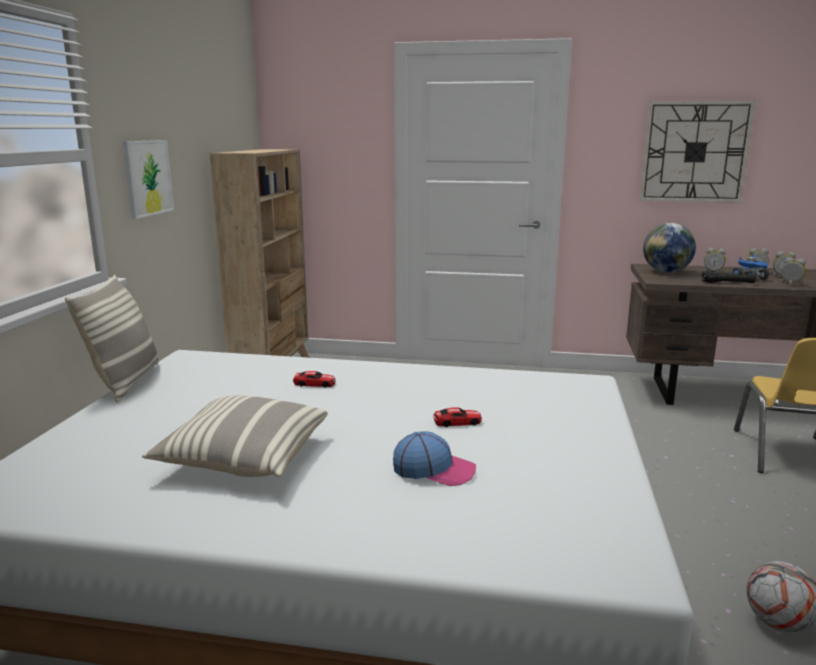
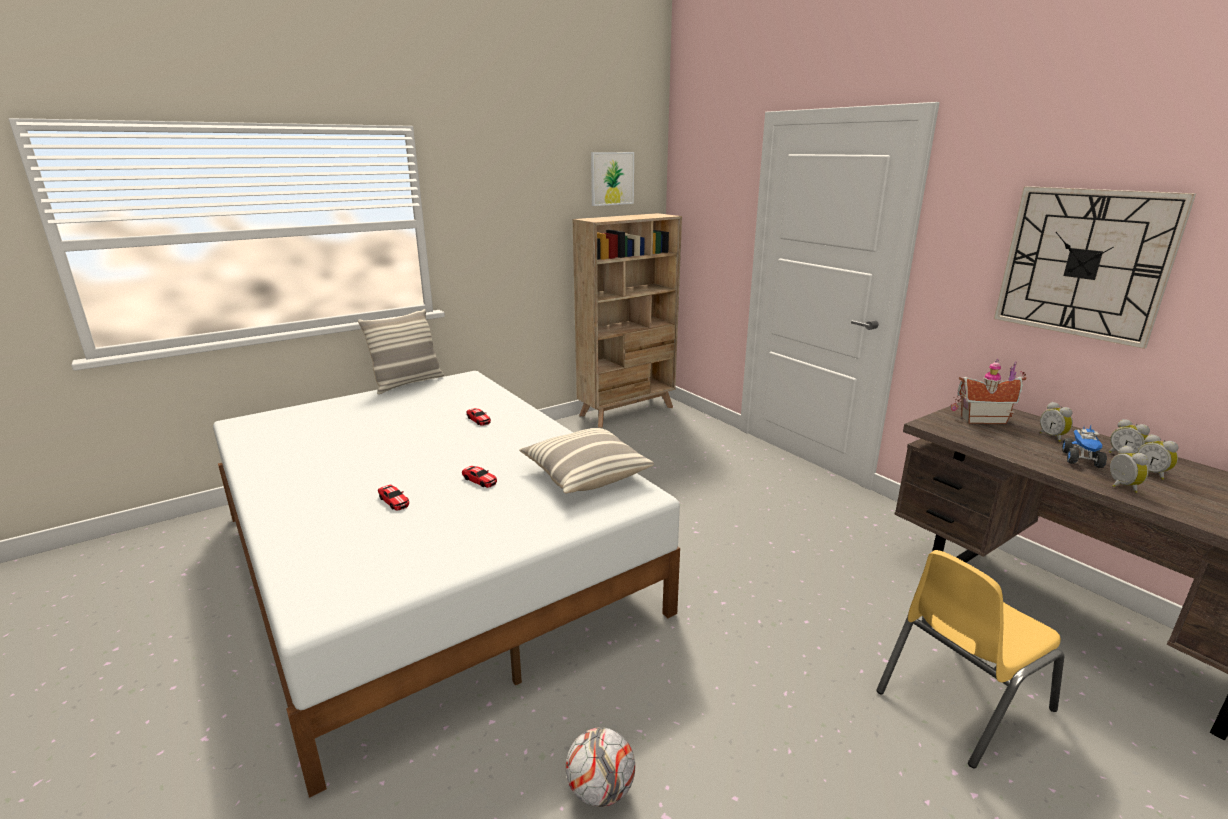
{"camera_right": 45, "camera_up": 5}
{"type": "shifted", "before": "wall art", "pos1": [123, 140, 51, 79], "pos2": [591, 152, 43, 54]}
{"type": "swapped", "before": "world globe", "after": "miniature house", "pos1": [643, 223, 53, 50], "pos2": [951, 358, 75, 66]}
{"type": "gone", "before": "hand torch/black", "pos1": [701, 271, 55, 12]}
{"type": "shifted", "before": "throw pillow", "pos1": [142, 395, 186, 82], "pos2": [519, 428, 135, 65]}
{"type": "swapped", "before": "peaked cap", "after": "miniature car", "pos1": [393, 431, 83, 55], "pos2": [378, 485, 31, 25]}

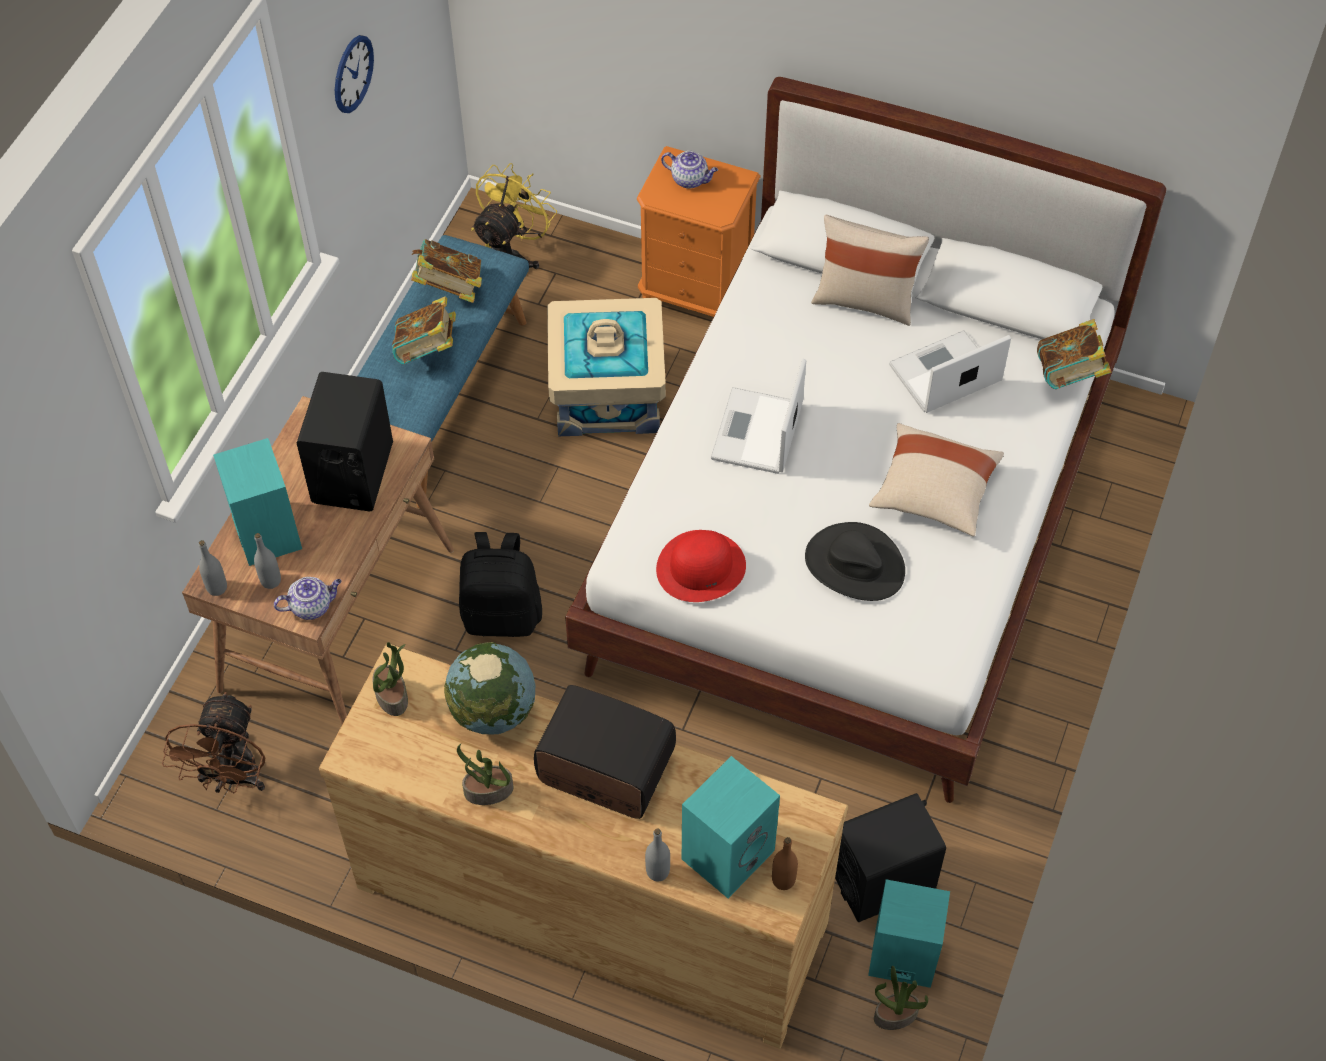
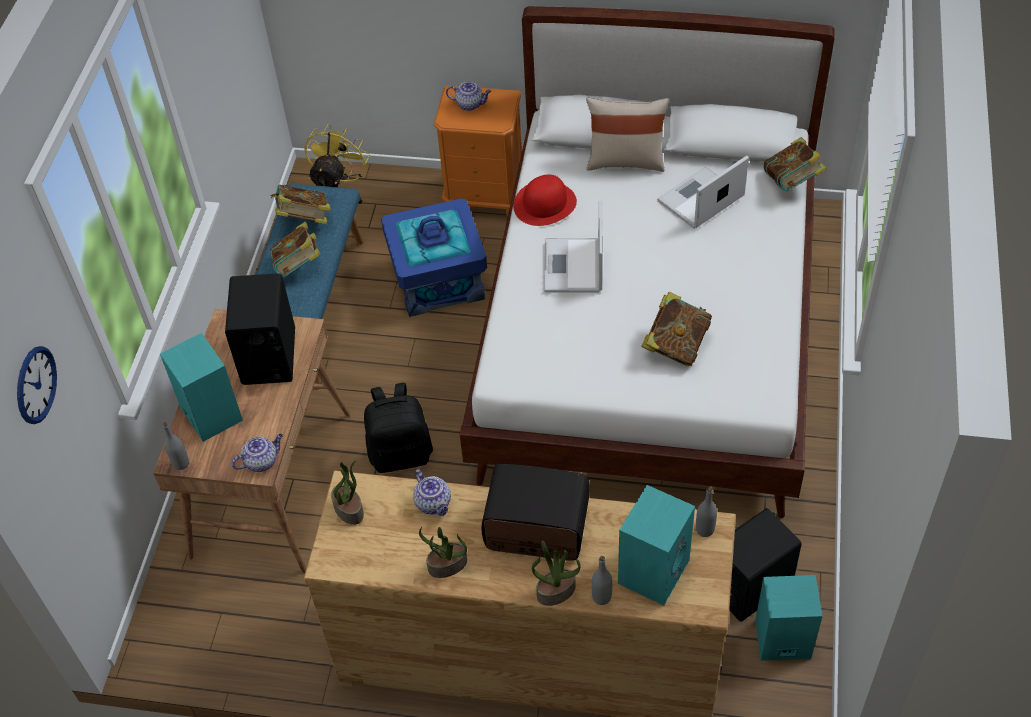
{"camera_right": -10, "camera_up": -5}
{"type": "shifted", "before": "hanging clock", "pos1": [335, 35, 39, 78], "pos2": [17, 346, 40, 78]}
{"type": "repainted", "before": "storage box/beige-coloured", "after": "storage box/blue-coloured", "pos1": [547, 298, 119, 138], "pos2": [381, 198, 106, 119]}
{"type": "gone", "before": "throw pillow/beige-coloured", "pos1": [869, 423, 135, 114]}
{"type": "swapped", "before": "clothing hat/black", "after": "volume", "pos1": [805, 522, 100, 79], "pos2": [641, 292, 71, 74]}
{"type": "shifted", "before": "clothing hat/reddish", "pos1": [656, 530, 90, 72], "pos2": [513, 175, 64, 51]}
{"type": "shifted", "before": "drink bottle/grey", "pos1": [254, 533, 27, 56], "pos2": [696, 487, 21, 50]}
{"type": "swapped", "before": "world globe", "after": "teapot", "pos1": [444, 642, 91, 92], "pos2": [413, 469, 38, 47]}
{"type": "gone", "before": "cooling fan/brownish", "pos1": [162, 692, 103, 101]}
{"type": "gone", "before": "drink bottle/brownish", "pos1": [772, 837, 26, 53]}
{"type": "shifted", "before": "plant in a pot", "pos1": [874, 966, 54, 64], "pos2": [532, 541, 48, 65]}

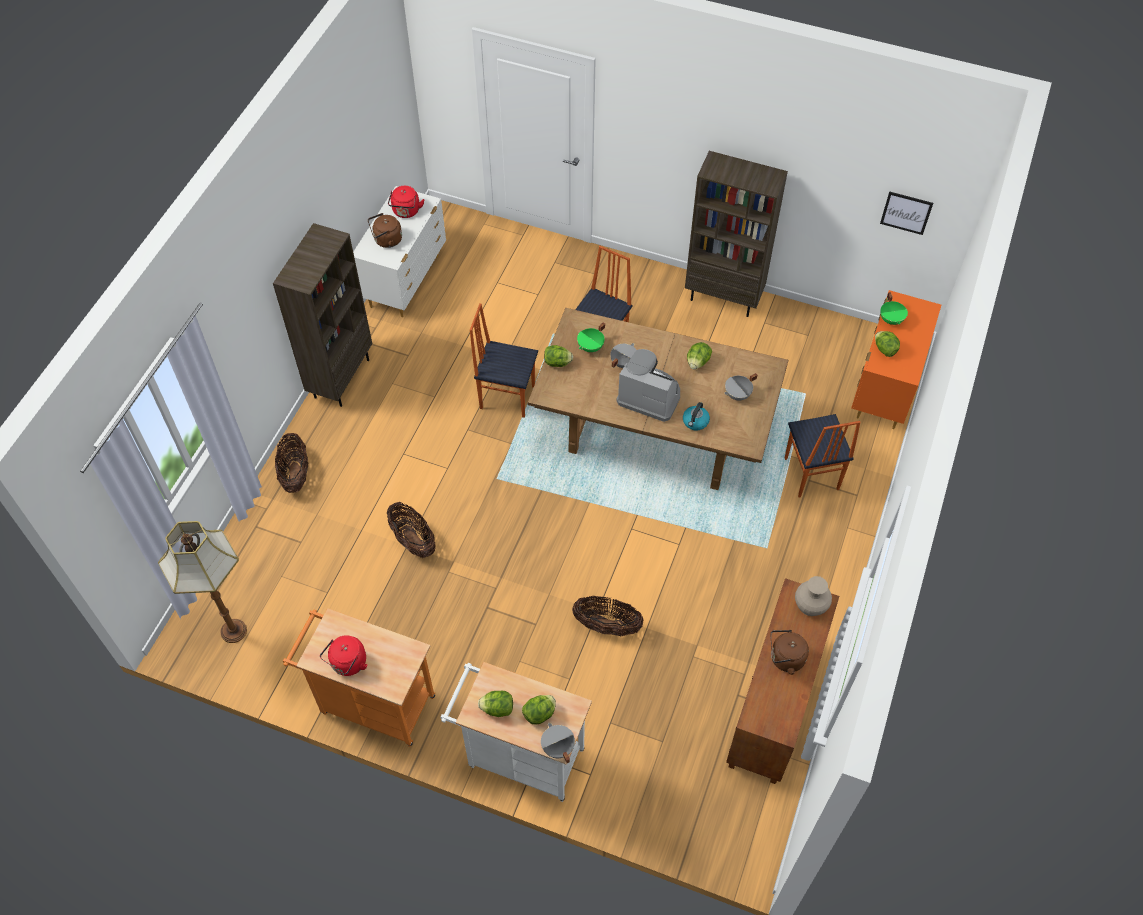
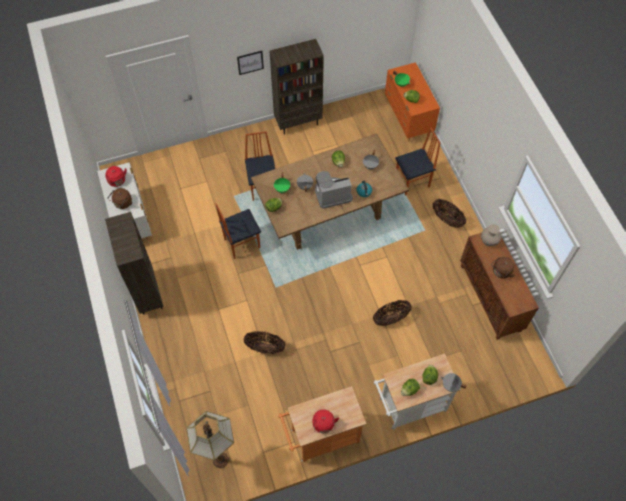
{"camera_right": -40, "camera_up": 5}
{"type": "shifted", "before": "wall art", "pos1": [880, 191, 53, 44], "pos2": [237, 51, 27, 24]}
{"type": "rotated", "before": "plain chair", "pos1": [785, 414, 76, 83], "pos2": [395, 127, 46, 69], "turn": -60}
{"type": "shifted", "before": "basket", "pos1": [275, 433, 34, 60], "pos2": [432, 199, 34, 29]}

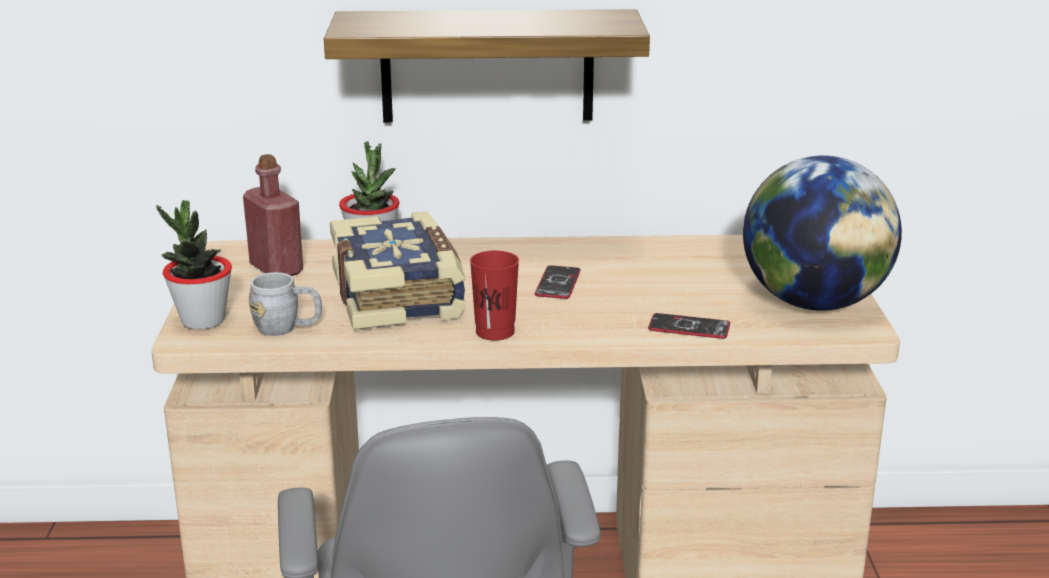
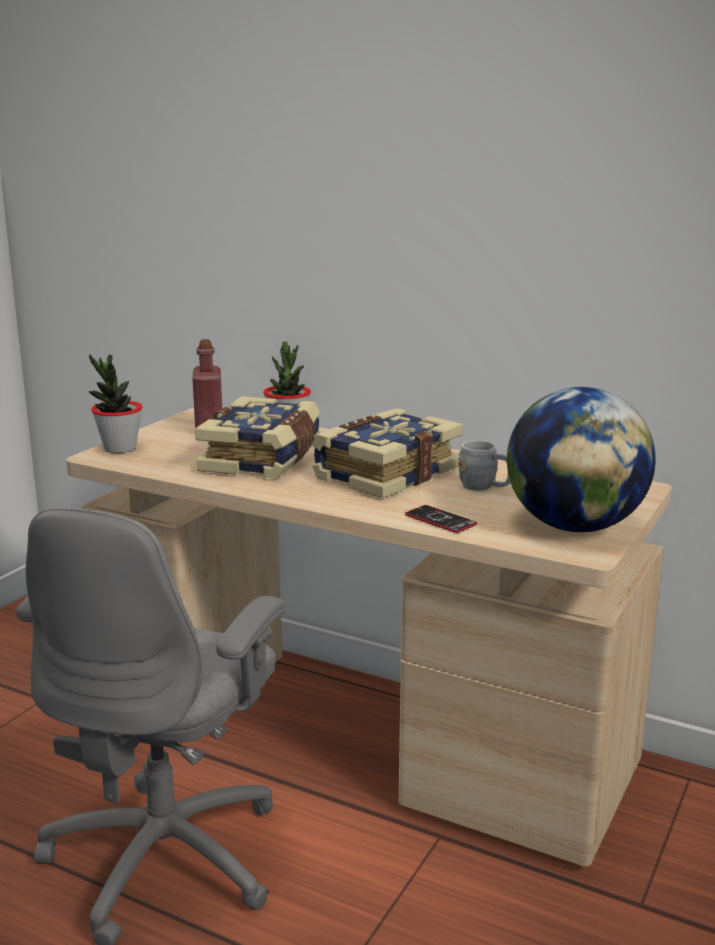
{"camera_right": 30, "camera_up": -5}
{"type": "gone", "before": "shelf", "pos1": [324, 9, 326, 113]}
{"type": "gone", "before": "small cup/reddish", "pos1": [470, 250, 49, 91]}
{"type": "swapped", "before": "phone", "after": "volume", "pos1": [535, 265, 46, 34], "pos2": [312, 408, 151, 90]}
{"type": "shifted", "before": "coffee mug/grey", "pos1": [248, 272, 74, 64], "pos2": [458, 440, 53, 51]}

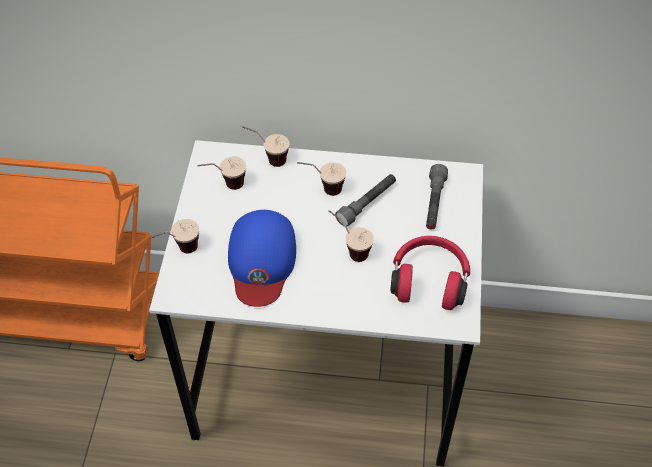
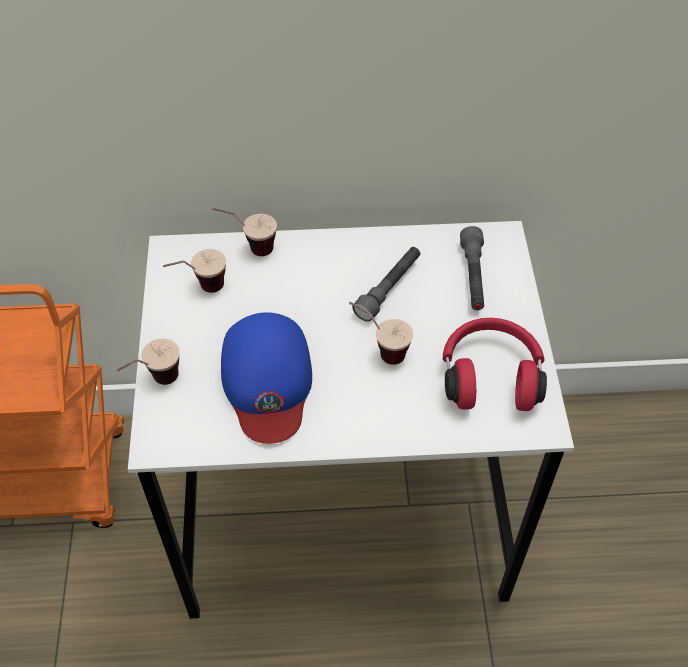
{"camera_right": -10, "camera_up": 0}
{"type": "gone", "before": "small cup", "pos1": [297, 162, 49, 34]}

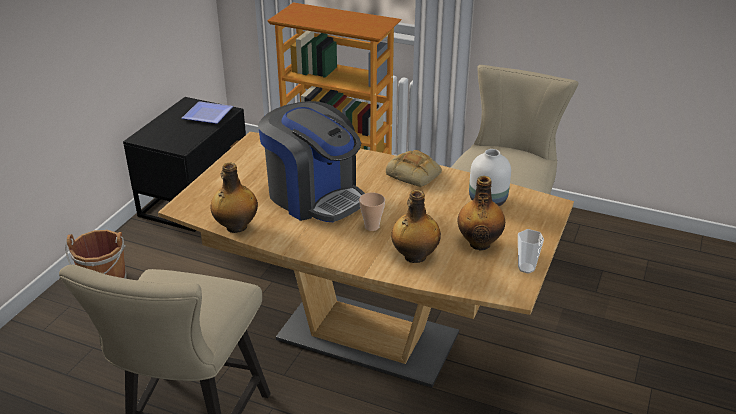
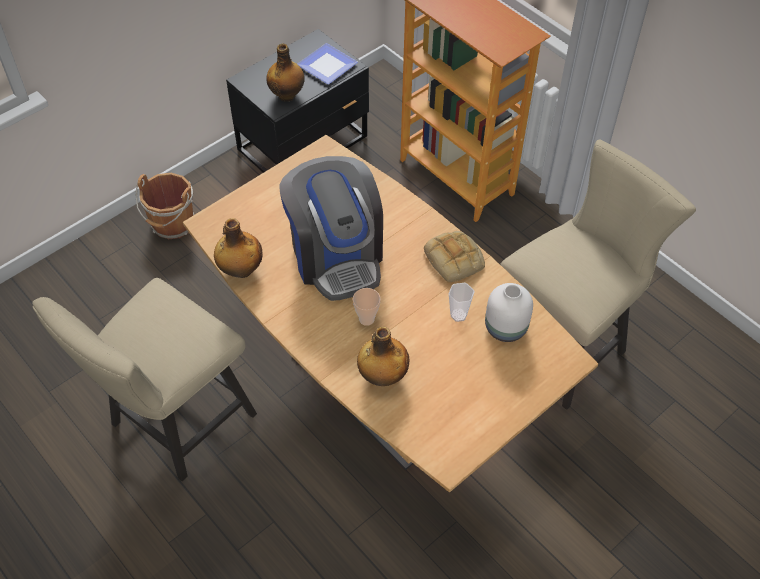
{"camera_right": 25, "camera_up": 20}
{"type": "shifted", "before": "drink bottle", "pos1": [457, 176, 48, 74], "pos2": [266, 44, 39, 58]}
{"type": "shifted", "before": "small cup", "pos1": [518, 229, 26, 44], "pos2": [449, 282, 26, 40]}

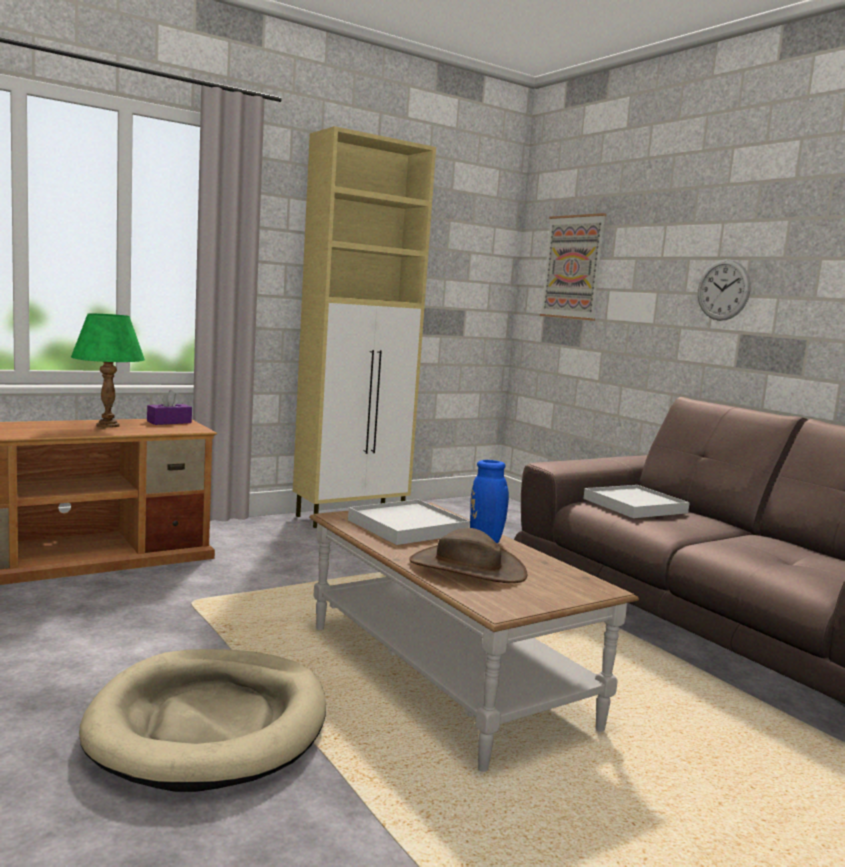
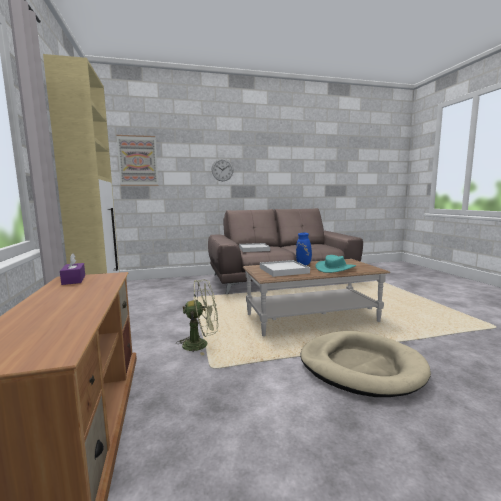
{"camera_right": -70, "camera_up": 0}
{"type": "gone", "before": "table lamp/greenish", "pos1": [71, 313, 74, 115]}
{"type": "repainted", "before": "clothing hat/brownish", "after": "clothing hat/turquoise-coloured", "pos1": [409, 528, 118, 55], "pos2": [316, 255, 40, 18]}
{"type": "new", "after": "cooling fan/greenish", "pos2": [176, 279, 42, 77]}

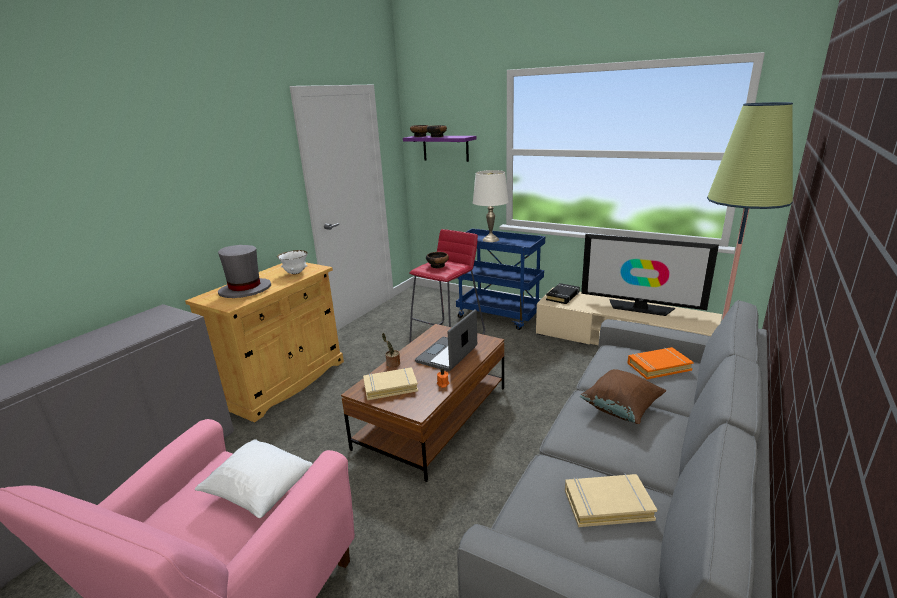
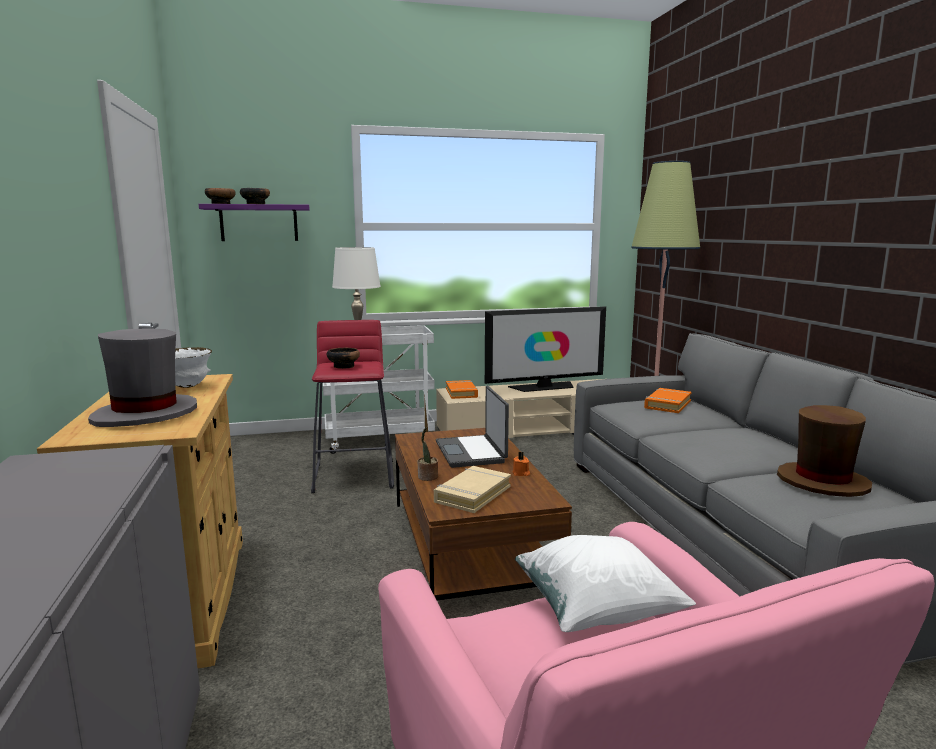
{"camera_right": -45, "camera_up": -10}
{"type": "repainted", "before": "cart/blue-coloured", "after": "cart/whitish", "pos1": [456, 229, 89, 101], "pos2": [323, 325, 112, 129]}
{"type": "repainted", "before": "volume/black", "after": "volume/orange", "pos1": [546, 283, 34, 21], "pos2": [446, 380, 32, 19]}
{"type": "gone", "before": "throw pillow/brownish", "pos1": [580, 369, 87, 55]}
{"type": "swapped", "before": "volume/beige-coloured", "after": "clothing hat/brownish", "pos1": [565, 473, 92, 54], "pos2": [777, 405, 95, 92]}

